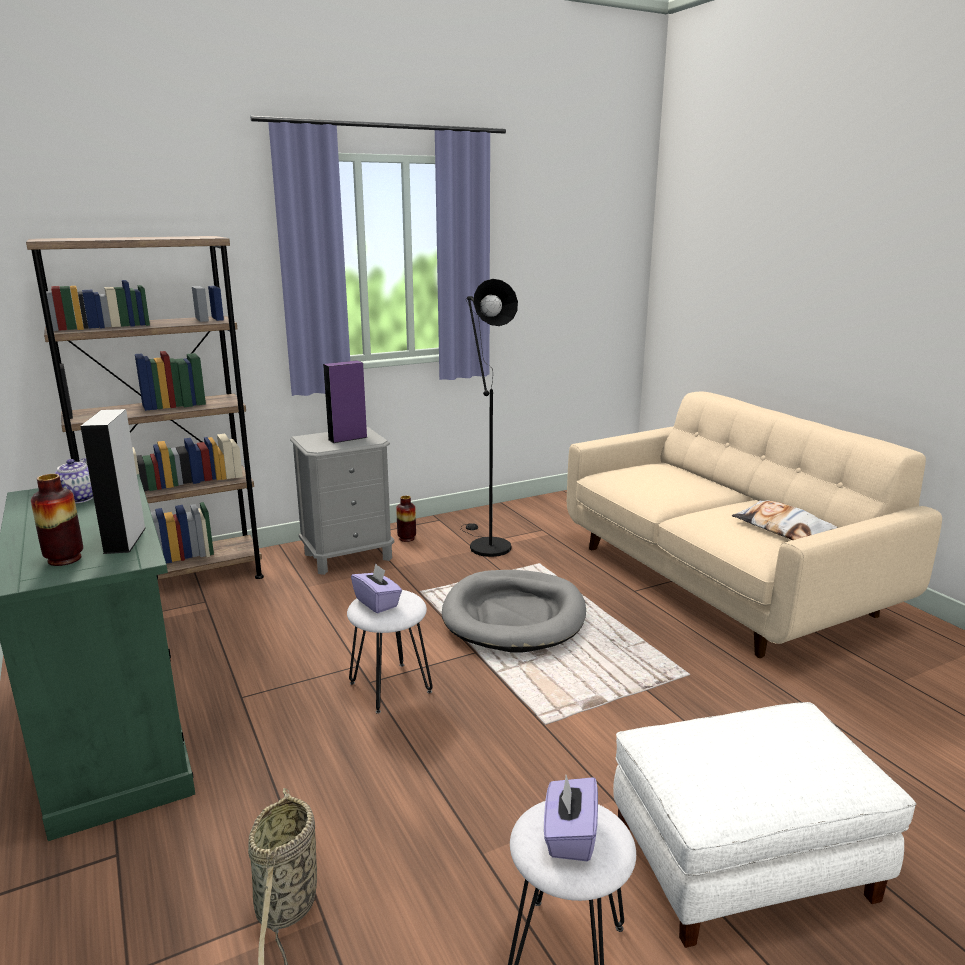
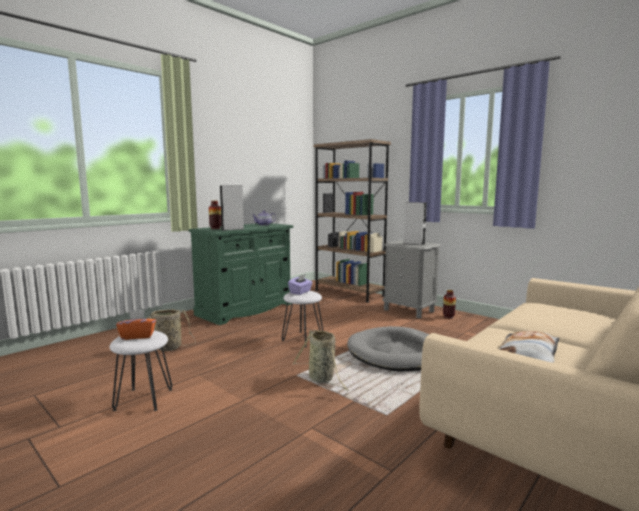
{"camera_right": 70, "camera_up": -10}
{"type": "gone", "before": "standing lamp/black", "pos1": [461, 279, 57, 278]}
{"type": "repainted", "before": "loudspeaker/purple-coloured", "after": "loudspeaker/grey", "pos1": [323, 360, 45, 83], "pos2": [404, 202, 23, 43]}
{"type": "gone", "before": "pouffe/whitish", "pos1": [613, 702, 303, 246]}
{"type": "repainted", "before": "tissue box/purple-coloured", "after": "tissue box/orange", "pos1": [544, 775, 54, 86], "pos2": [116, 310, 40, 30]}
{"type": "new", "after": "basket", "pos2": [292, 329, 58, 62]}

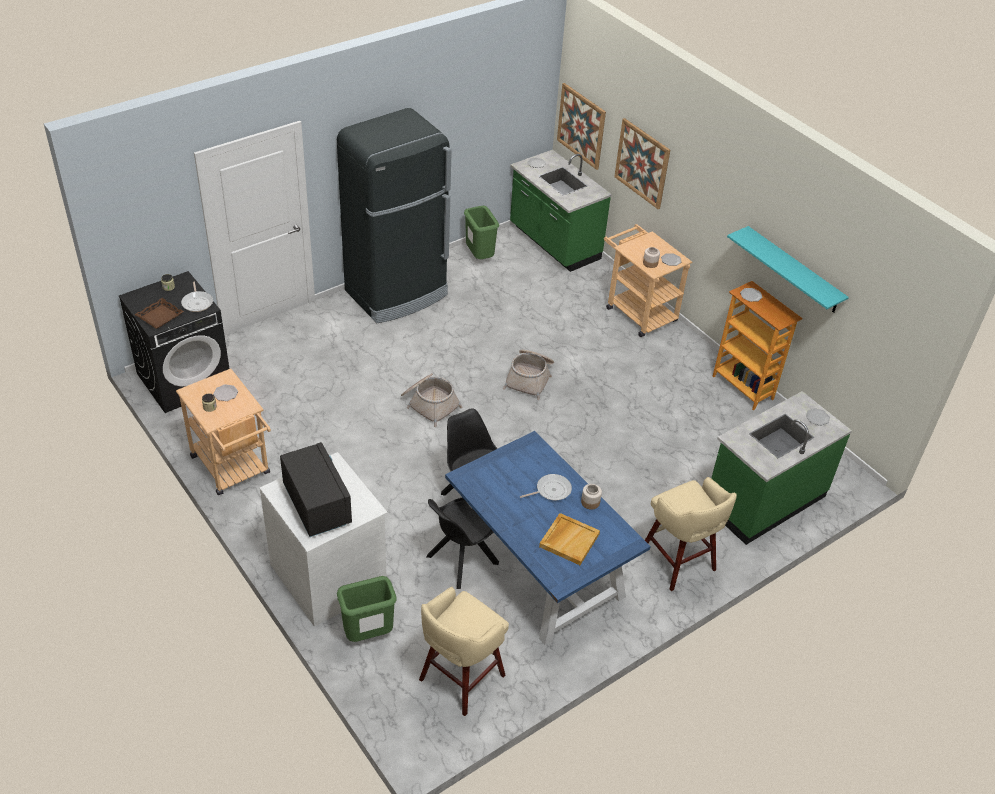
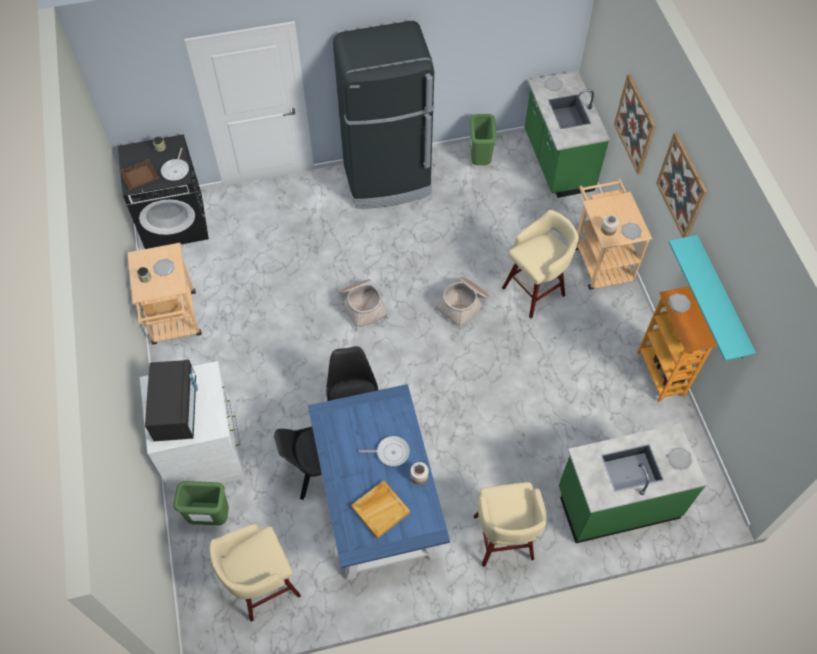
{"camera_right": 25, "camera_up": 15}
{"type": "shifted", "before": "wall art", "pos1": [557, 83, 49, 87], "pos2": [656, 132, 51, 106]}
{"type": "new", "after": "stool seat/beige-coloured", "pos2": [502, 210, 77, 108]}

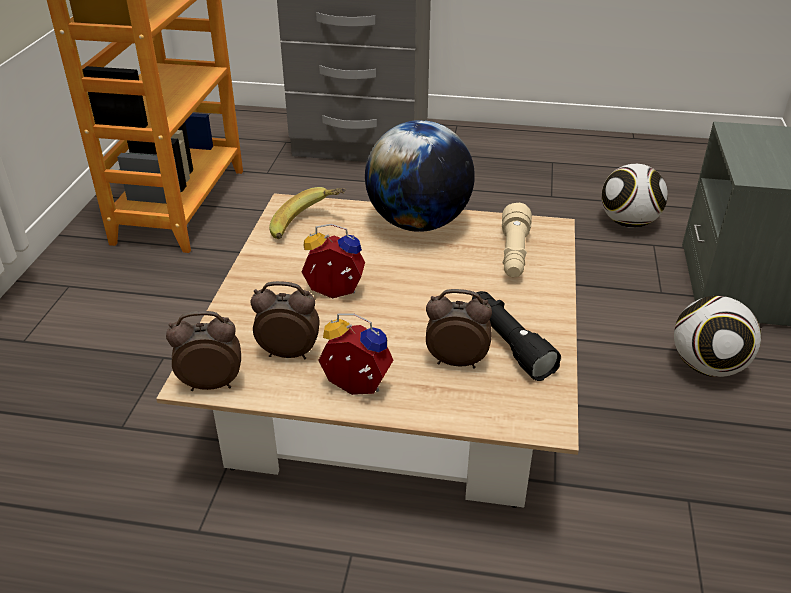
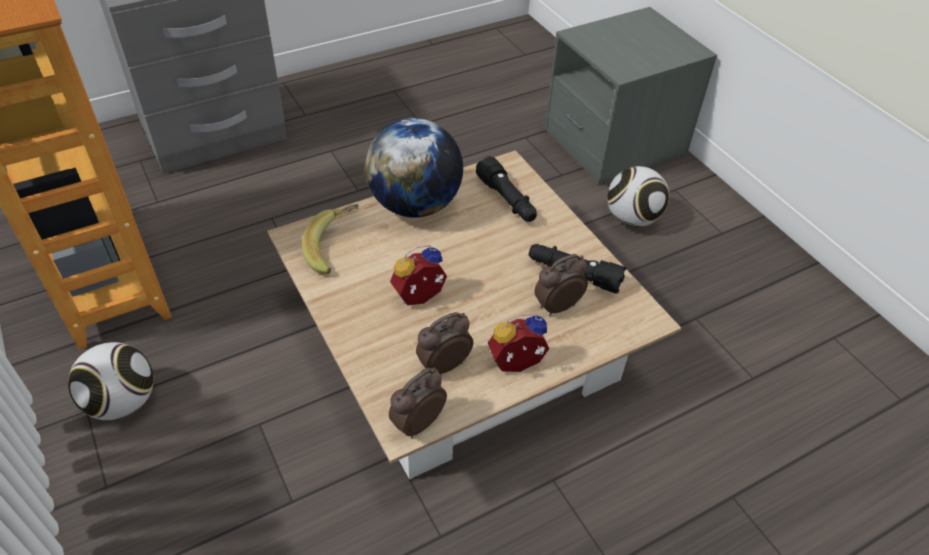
{"camera_right": -40, "camera_up": 10}
{"type": "shifted", "before": "ball for football", "pos1": [601, 164, 67, 64], "pos2": [68, 342, 85, 78]}
{"type": "repainted", "before": "hand torch/beige-coloured", "after": "hand torch/black", "pos1": [502, 202, 30, 76], "pos2": [476, 156, 61, 66]}

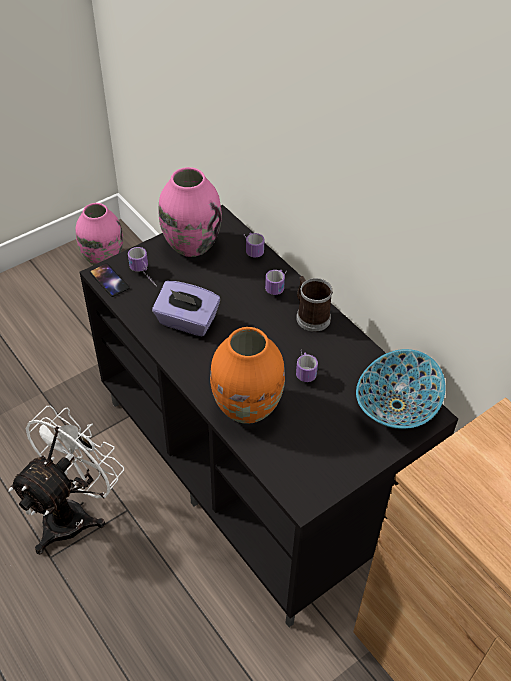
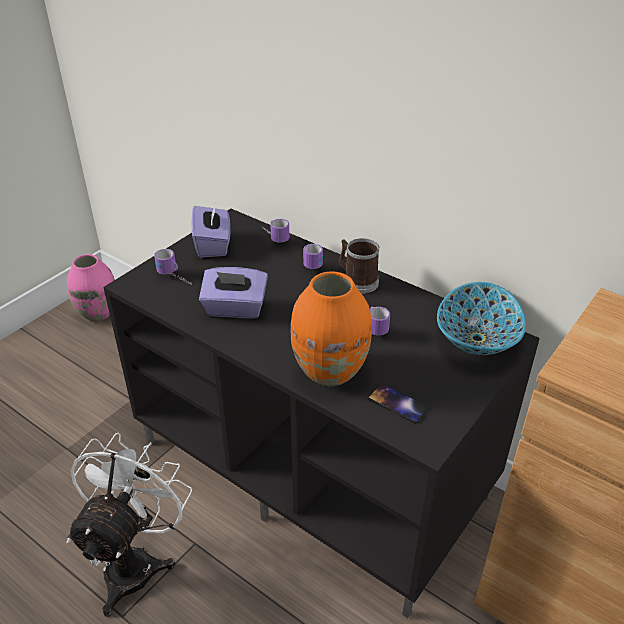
{"camera_right": -15, "camera_up": -10}
{"type": "swapped", "before": "decorative vase/pinkish", "after": "tissue box/purple-coloured", "pos1": [158, 167, 64, 90], "pos2": [192, 205, 38, 53]}
{"type": "shifted", "before": "phone", "pos1": [90, 263, 40, 34], "pos2": [368, 383, 61, 41]}

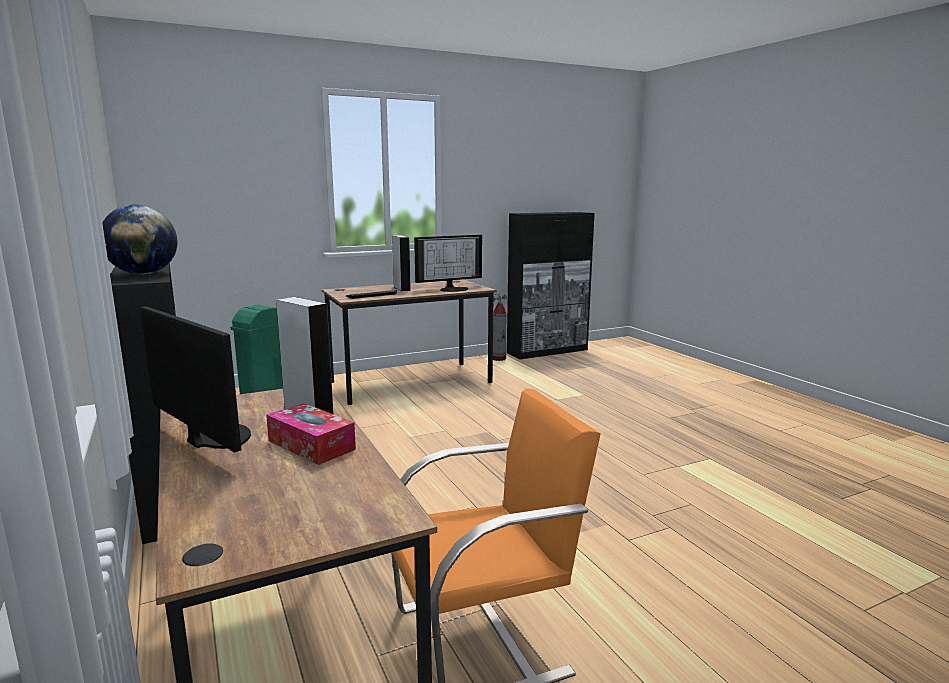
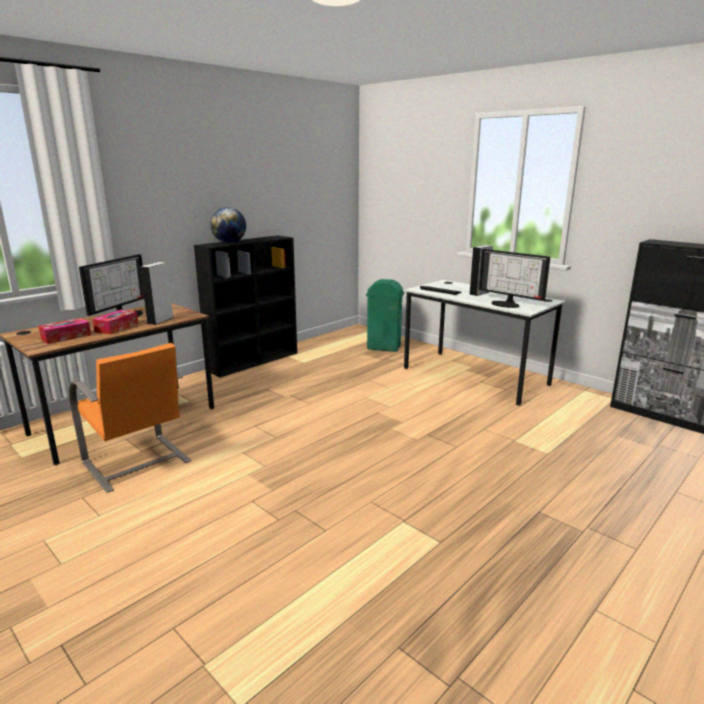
{"camera_right": 70, "camera_up": 5}
{"type": "repainted", "before": "desk/brownish", "after": "desk/whitish", "pos1": [322, 279, 174, 126], "pos2": [404, 280, 161, 126]}
{"type": "gone", "before": "extinguisher", "pos1": [493, 293, 14, 68]}
{"type": "new", "after": "tissue box", "pos2": [38, 318, 53, 26]}

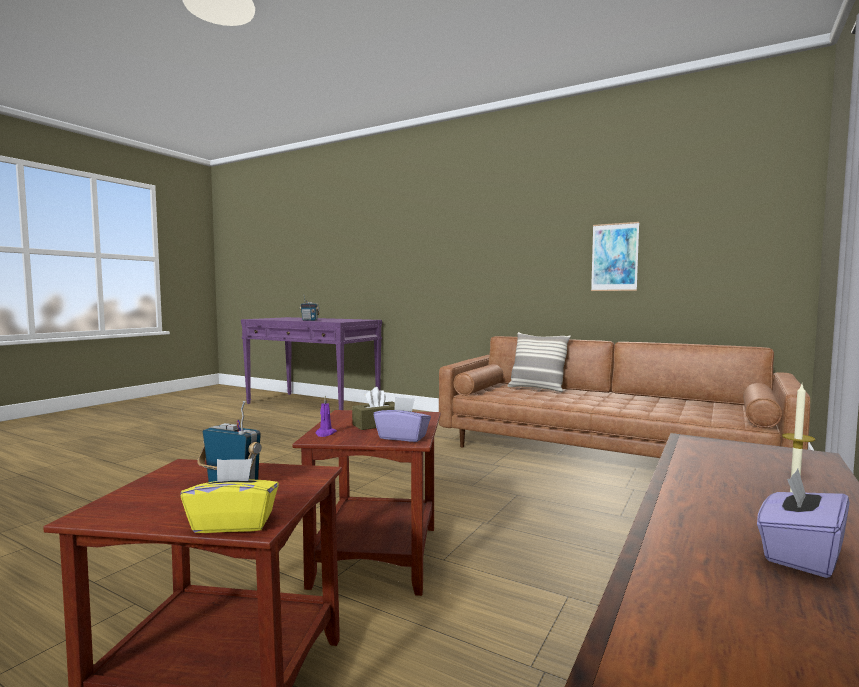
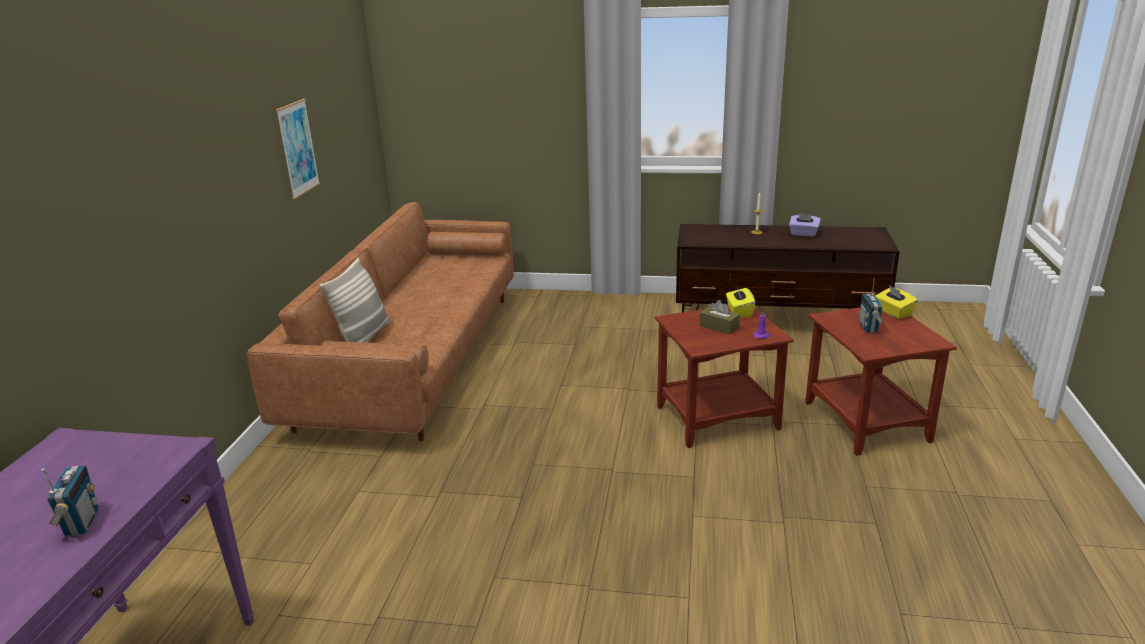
{"camera_right": -110, "camera_up": 20}
{"type": "repainted", "before": "tissue box/purple-coloured", "after": "tissue box/yellow", "pos1": [374, 397, 57, 45], "pos2": [726, 288, 29, 30]}

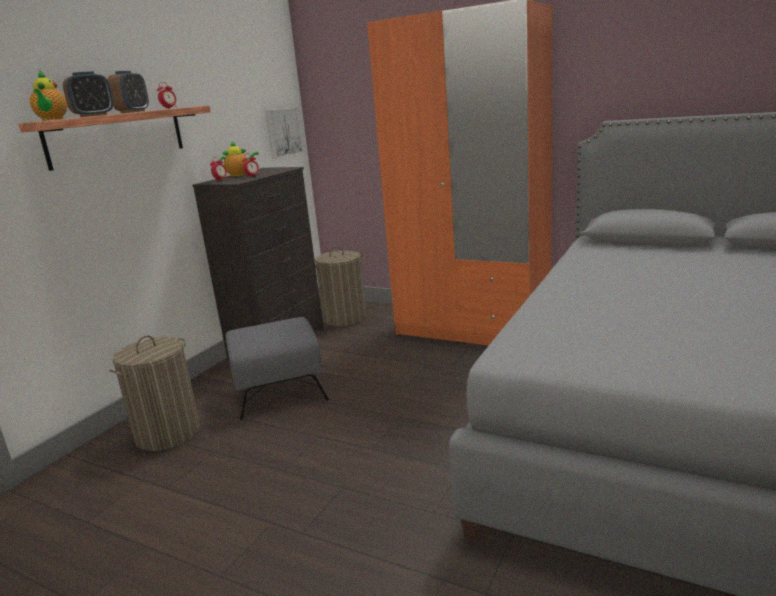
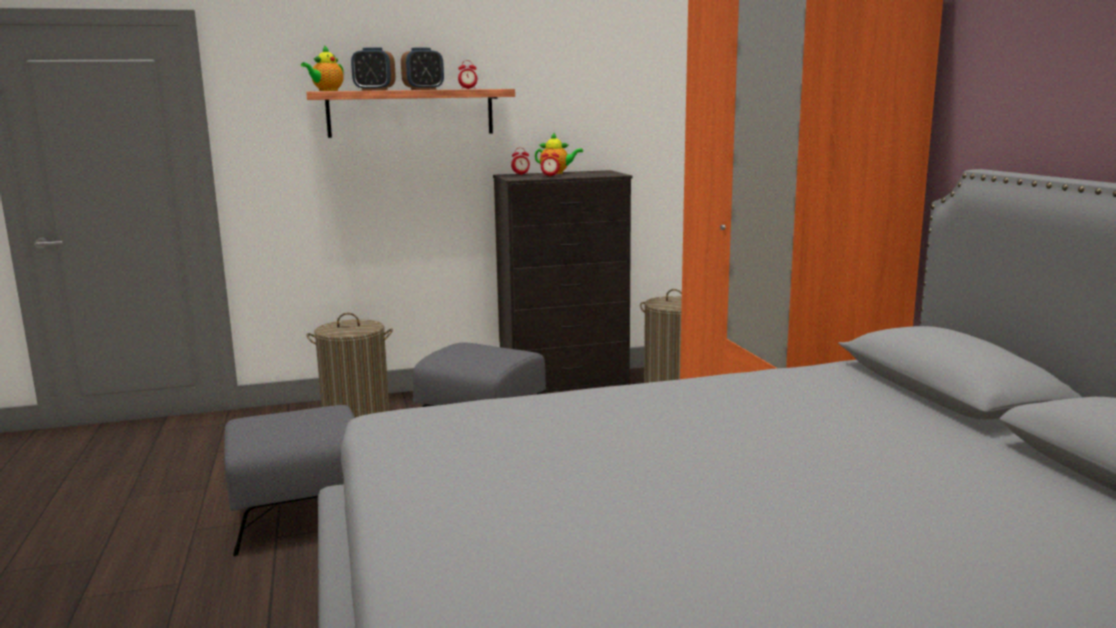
{"camera_right": 45, "camera_up": -5}
{"type": "gone", "before": "wall art", "pos1": [265, 107, 39, 52]}
{"type": "new", "after": "pouffe/grey", "pos2": [224, 405, 131, 151]}

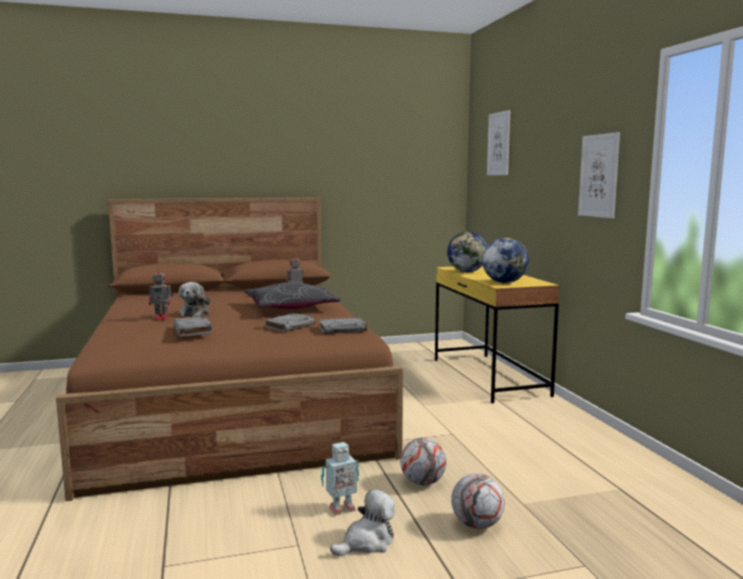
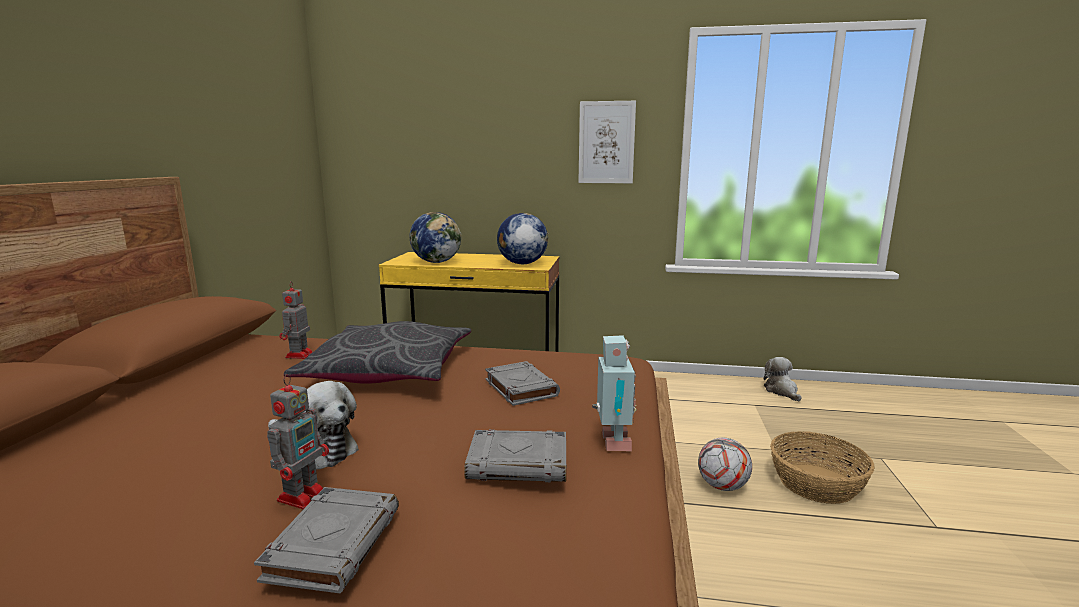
{"camera_right": -65, "camera_up": 5}
{"type": "gone", "before": "wall art", "pos1": [487, 110, 23, 65]}
{"type": "shifted", "before": "volume/grey", "pos1": [318, 317, 49, 17], "pos2": [254, 487, 145, 106]}
{"type": "shifted", "before": "toy robot", "pos1": [321, 442, 38, 73], "pos2": [592, 335, 44, 116]}
{"type": "swapped", "before": "ball for football", "after": "basket", "pos1": [451, 473, 54, 56], "pos2": [770, 431, 105, 73]}
{"type": "shifted", "before": "plush toy", "pos1": [330, 489, 65, 67], "pos2": [764, 357, 38, 44]}

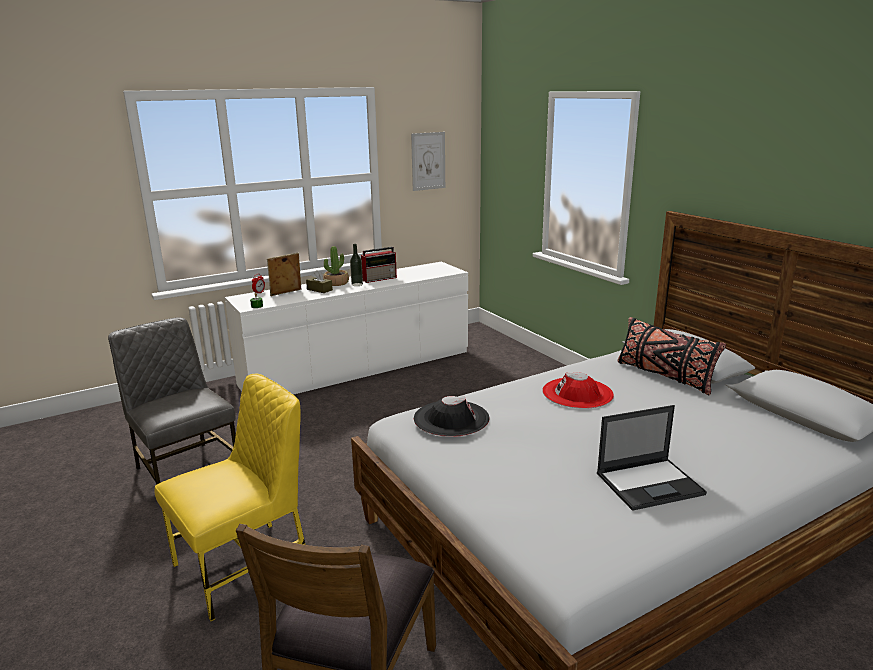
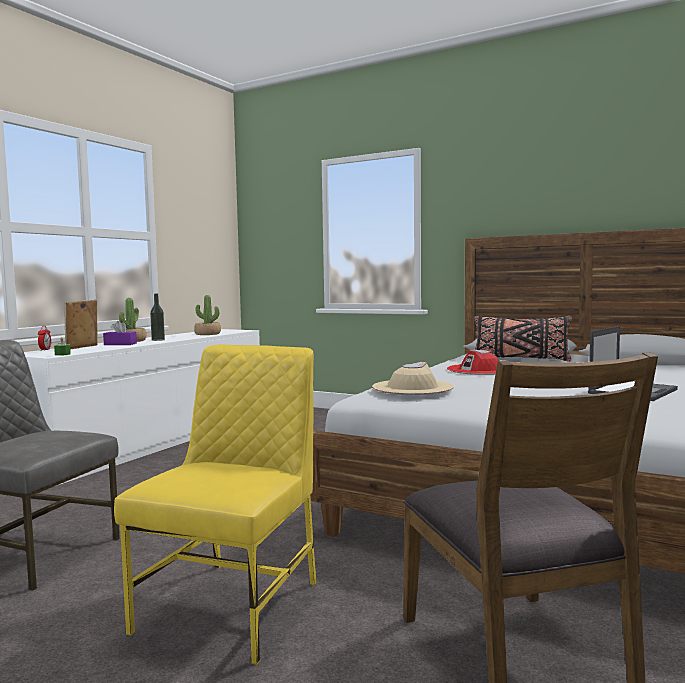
{"camera_right": -30, "camera_up": -15}
{"type": "gone", "before": "wall art", "pos1": [411, 132, 34, 59]}
{"type": "gone", "before": "radio set", "pos1": [361, 247, 36, 36]}
{"type": "repainted", "before": "tissue box/brownish", "after": "tissue box/purple-coloured", "pos1": [306, 270, 27, 23], "pos2": [103, 321, 34, 24]}
{"type": "repainted", "before": "clothing hat/black", "after": "clothing hat/beige-coloured", "pos1": [414, 396, 75, 41], "pos2": [372, 362, 82, 33]}
{"type": "new", "after": "plant in a pot", "pos2": [194, 295, 27, 40]}

